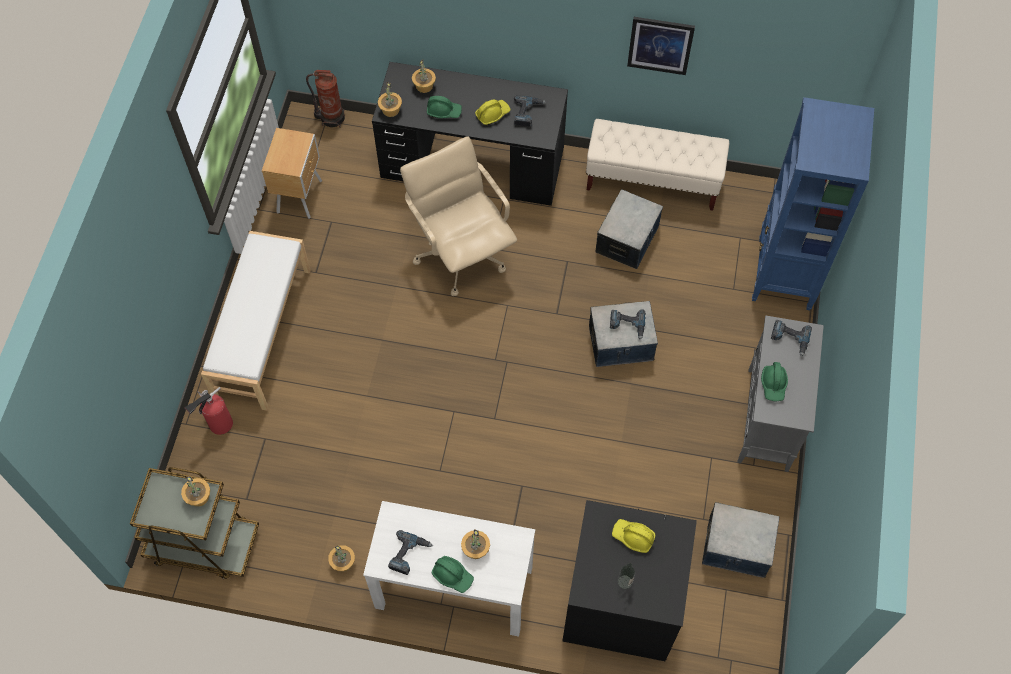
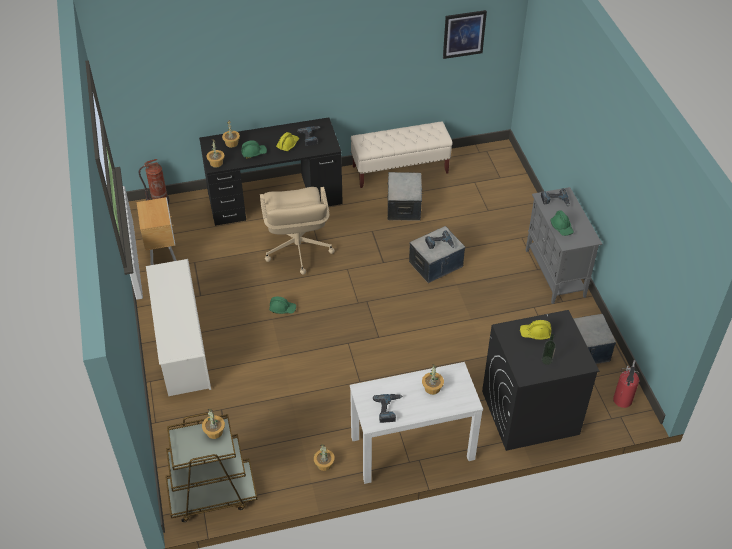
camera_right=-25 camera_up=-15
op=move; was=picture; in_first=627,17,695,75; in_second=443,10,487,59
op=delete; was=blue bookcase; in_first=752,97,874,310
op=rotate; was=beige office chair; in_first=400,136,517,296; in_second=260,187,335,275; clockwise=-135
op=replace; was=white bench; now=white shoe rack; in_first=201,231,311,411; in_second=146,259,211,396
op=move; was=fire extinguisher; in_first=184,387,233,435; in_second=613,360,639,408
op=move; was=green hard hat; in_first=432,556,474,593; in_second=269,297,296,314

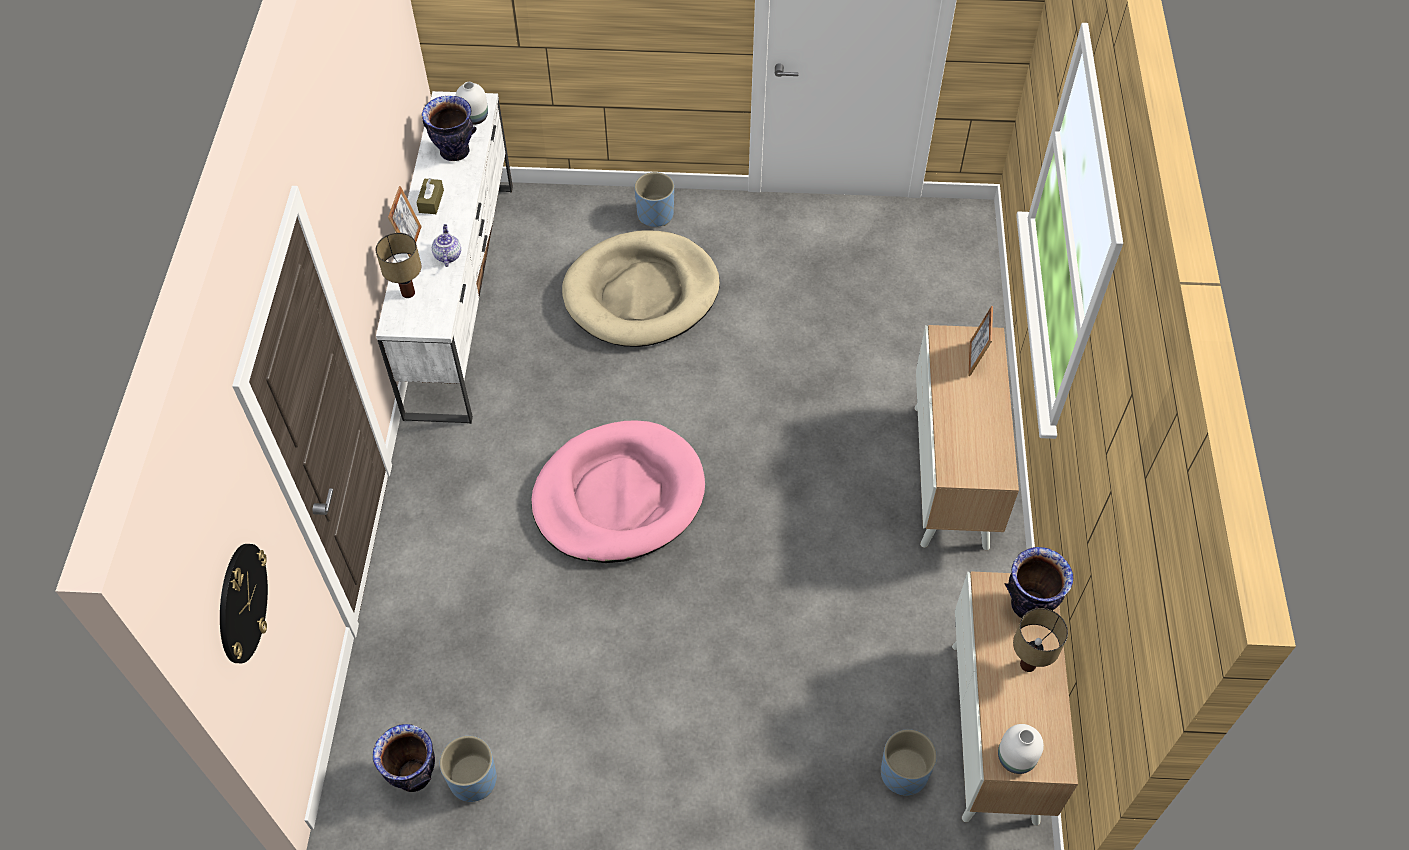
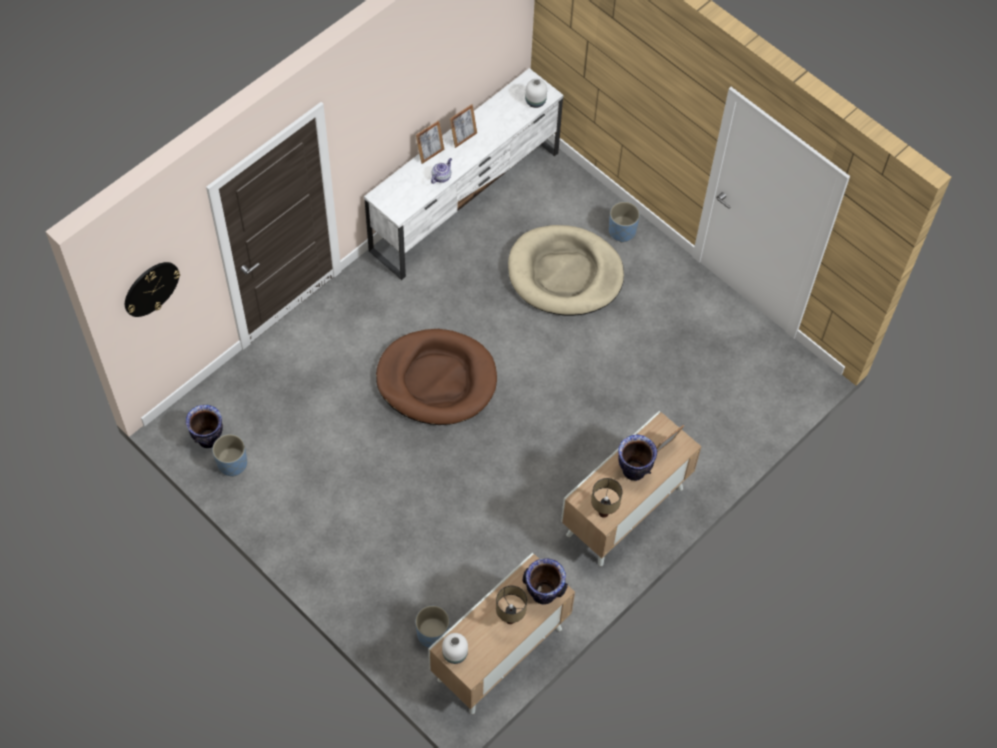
camera_right=40 camera_up=5
op=move; was=vase; in_first=422,96,476,161; in_second=618,435,657,481
op=replace; was=brown tissue box; now=picture frame; in_first=416,178,444,214; in_second=450,104,477,148
op=move; was=table lamp; in_first=376,233,422,298; in_second=591,478,622,518
op=recolor; was=pink dog bed; now=brown dog bed; in_first=531,420,705,563; in_second=376,329,497,425

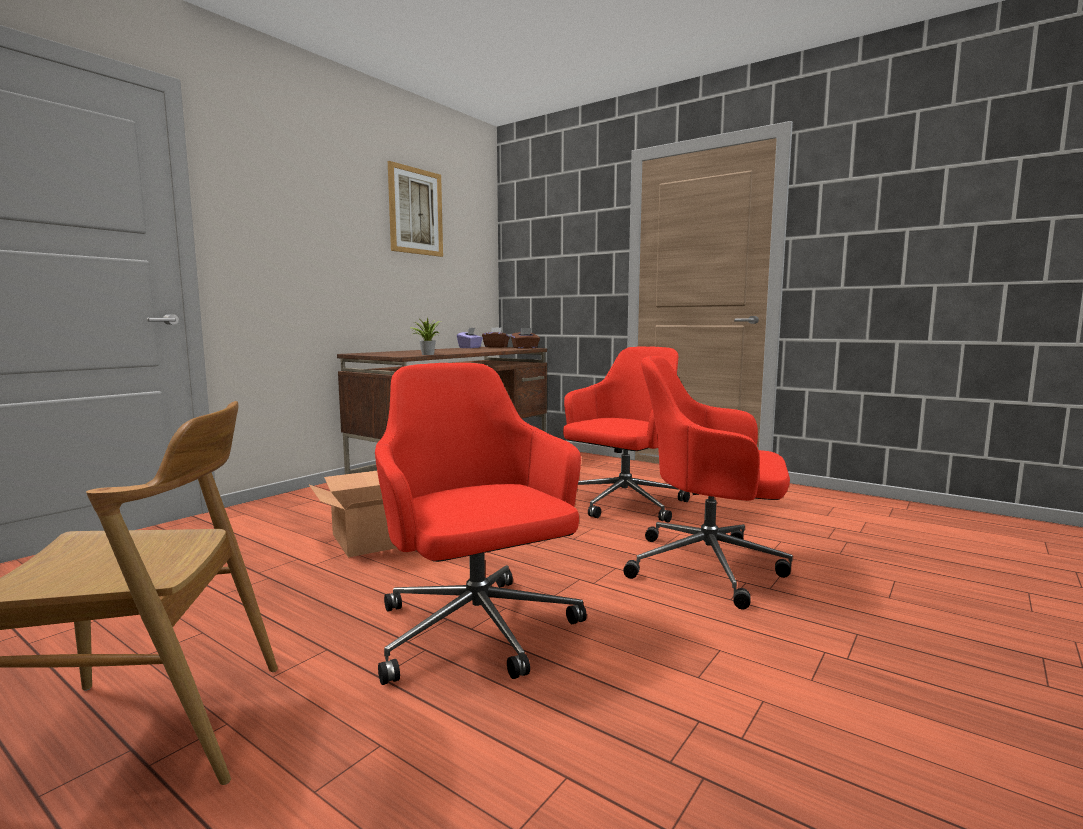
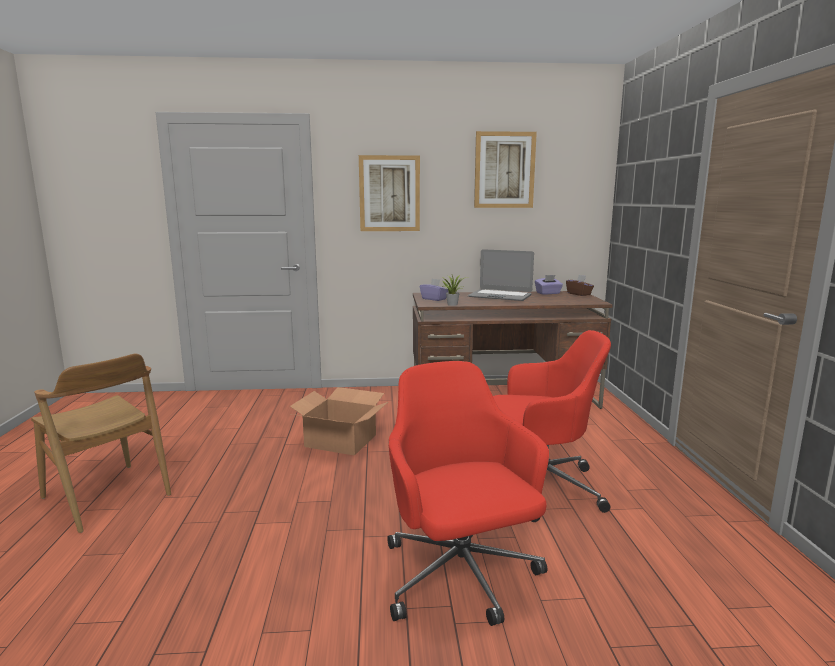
camera_right=50 camera_up=5
op=delete; was=brown tissue box; in_first=511,328,540,349
op=delete; was=red office chair; in_first=375,363,587,685
op=insert; now=picture; in_second=359,155,420,231
op=insert; now=laptop; in_second=468,249,534,301
op=insert; now=purple tissue box; in_second=420,279,448,301

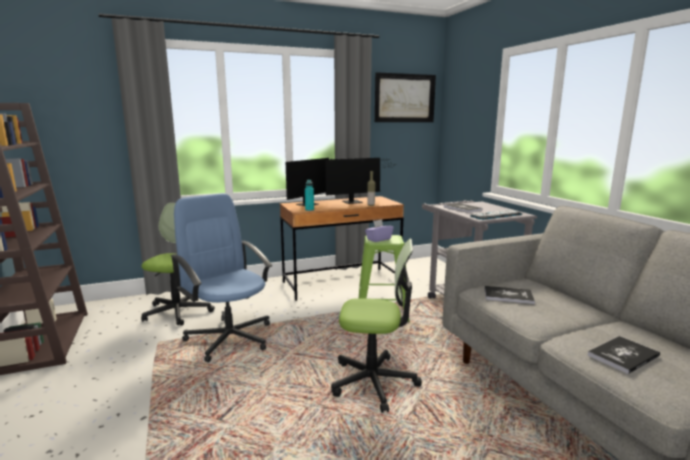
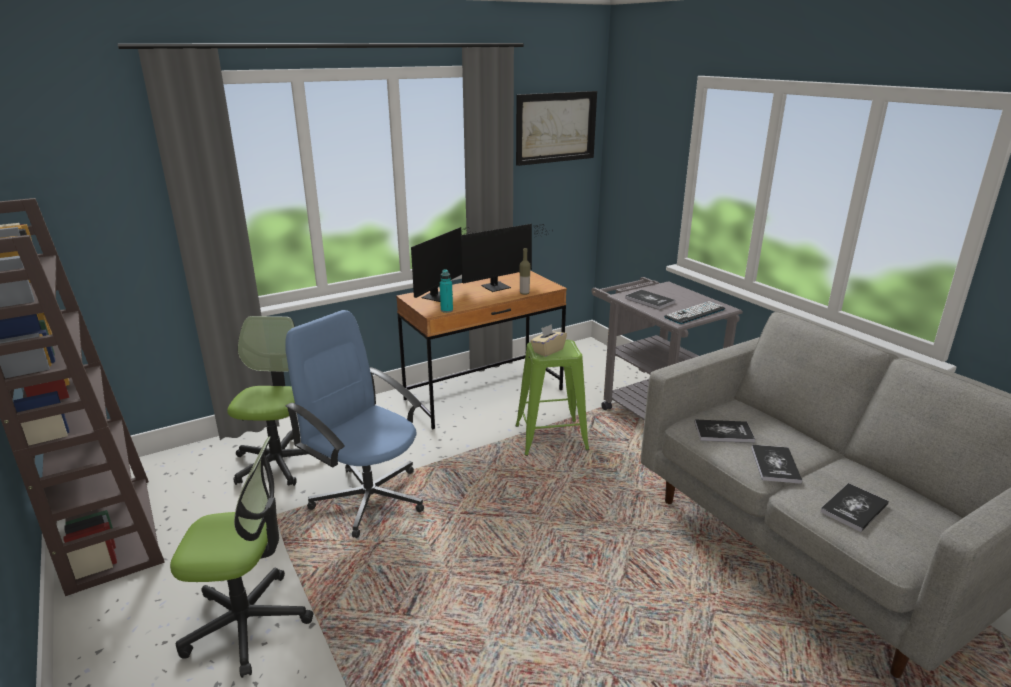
camera_right=-10 camera_up=10
op=recolor; was=purple tissue box; now=beige tissue box; in_first=365,219,394,242; in_second=530,324,567,357
op=move; was=office chair; in_first=331,239,422,413; in_second=170,436,314,678
op=insert; now=book; in_second=751,445,802,484

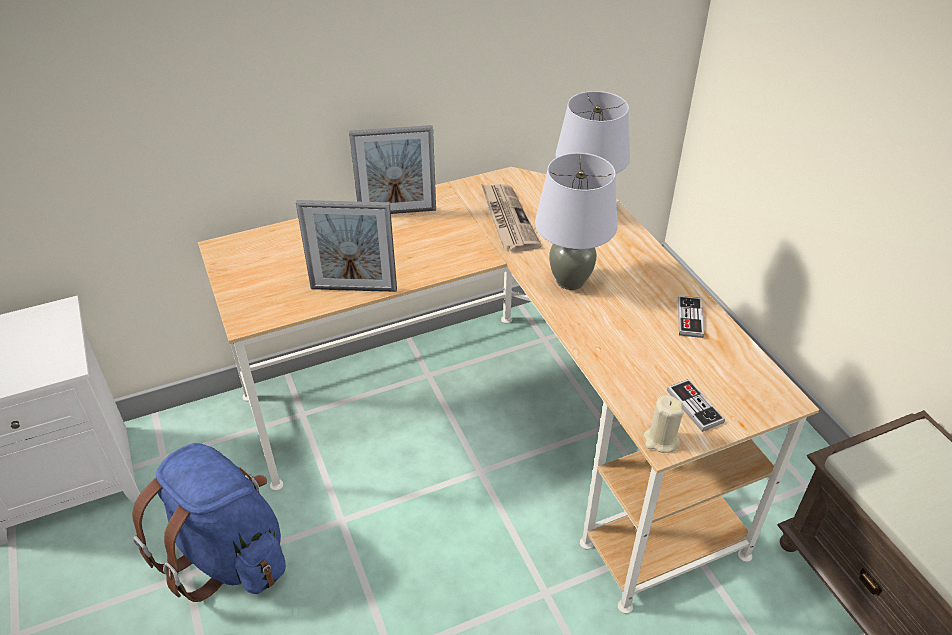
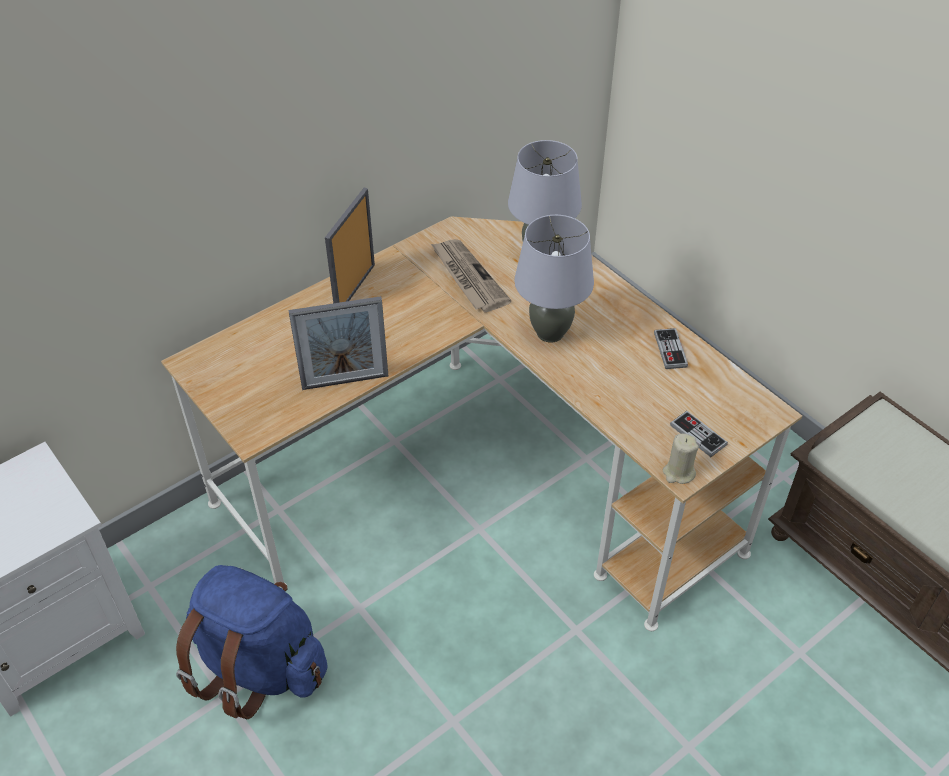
camera_right=-15 camera_up=5
op=rotate; was=picture frame; in_first=349,125,436,214; in_second=325,188,375,303; clockwise=135

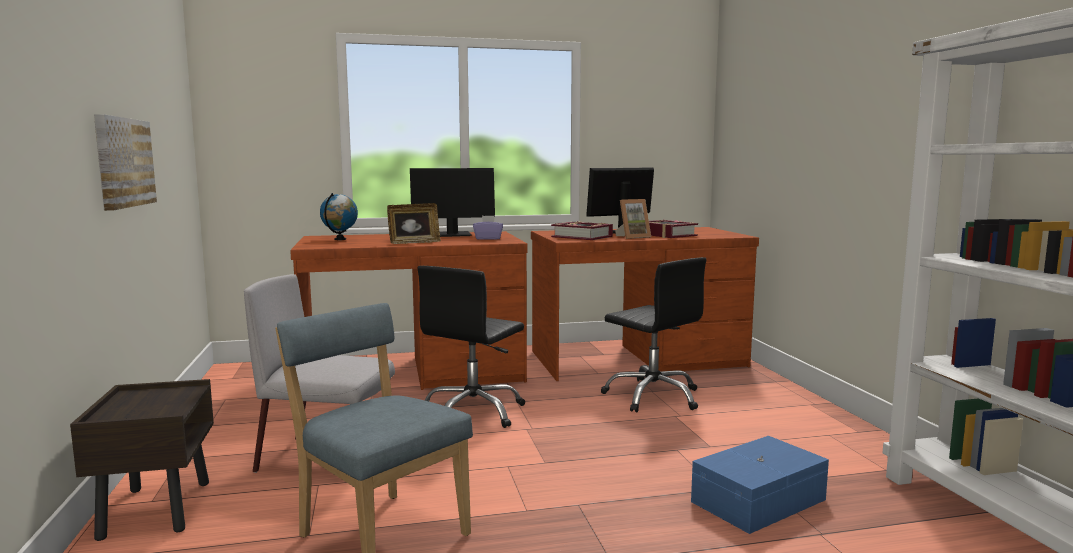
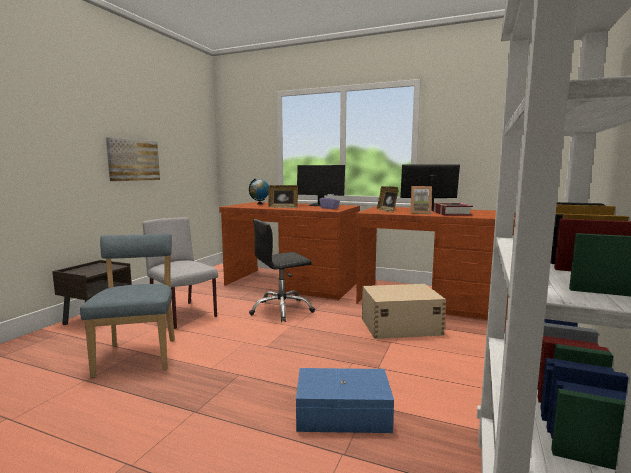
camera_right=35 camera_up=0
op=replace; was=book; now=picture frame; in_first=551,221,613,240; in_second=377,186,399,212
op=replace; was=black office chair; now=beige storage box; in_first=601,257,706,412; in_second=362,284,446,339

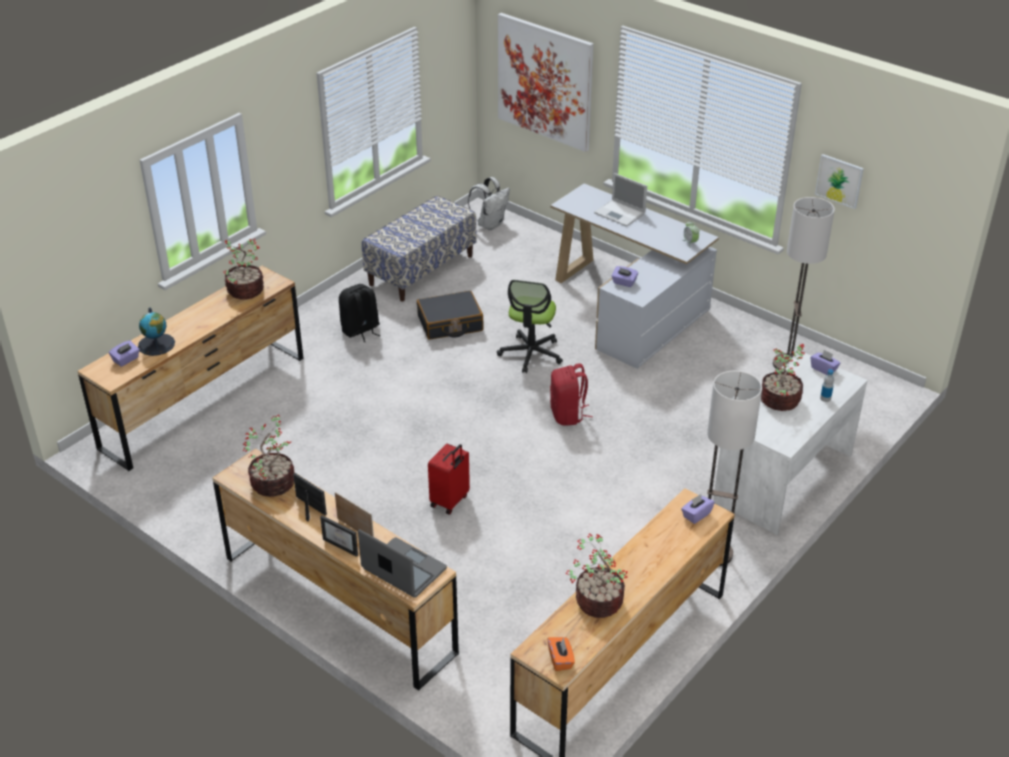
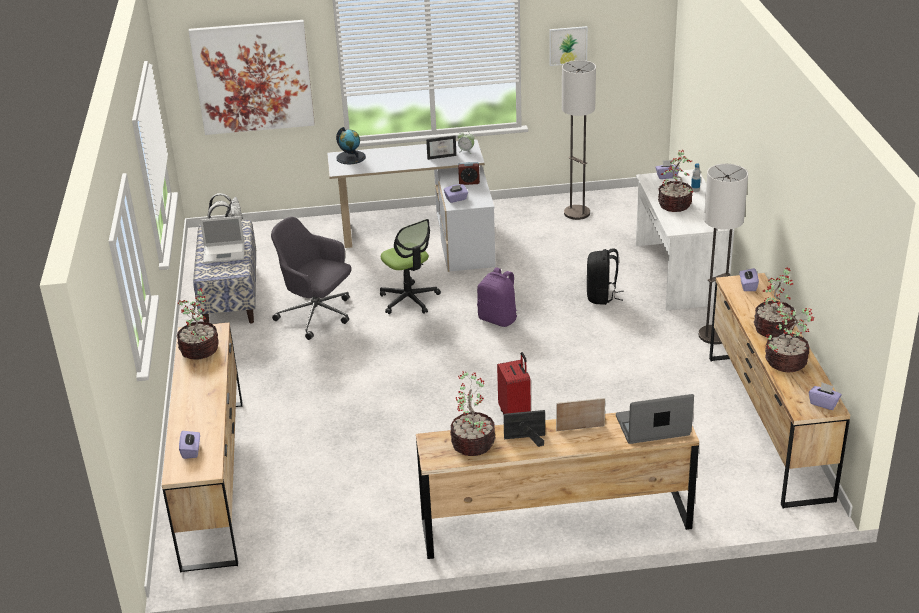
camera_right=-45 camera_up=-5
op=move; was=laptop; in_first=594,173,647,227; in_second=200,216,244,263
op=move; was=black backpack; in_first=339,284,380,342; in_second=587,248,624,305
op=replace; was=black suitcase; now=grey office chair; in_first=417,291,484,340; in_second=271,217,351,340
op=move; was=globe; in_first=138,307,175,356; in_second=336,127,366,165
op=recolor; was=red backpack; now=purple backpack; in_first=550,363,593,426; in_second=477,267,517,327
op=move; was=picture frame; in_first=320,516,358,557; in_second=426,135,457,160
op=recolor; was=orange tissue box; now=purple tissue box; in_first=547,637,575,671; in_second=809,383,842,410
op=insert; now=alarm clock; in_second=458,162,480,185
op=insert; now=potted plant; in_second=754,267,796,338

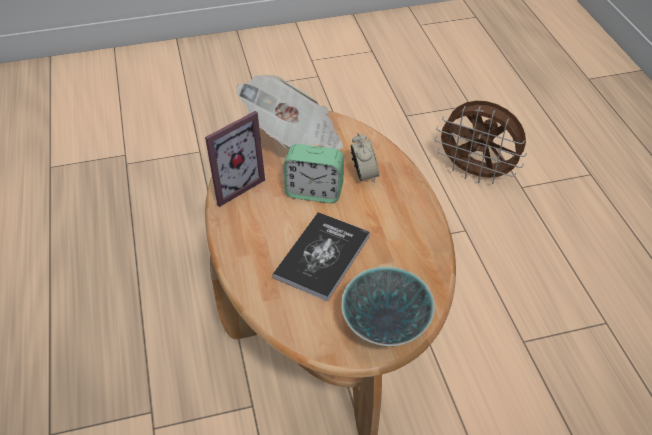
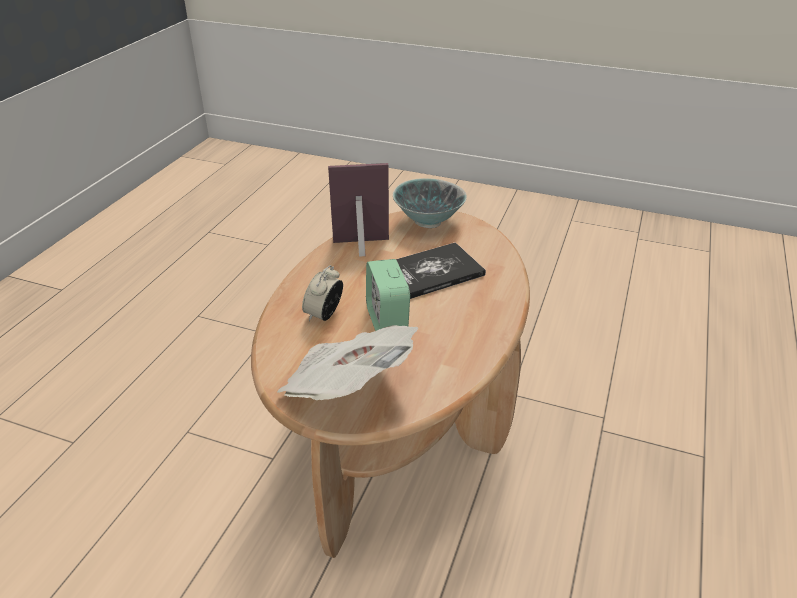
camera_right=-145 camera_up=-10
op=delete; was=brown fan; in_first=434,101,527,184
op=move; was=picture frame; in_first=205,111,265,207; in_second=328,163,389,257
op=rotate; was=alarm clock; in_first=284,144,344,203; in_second=366,259,410,331; clockwise=-150

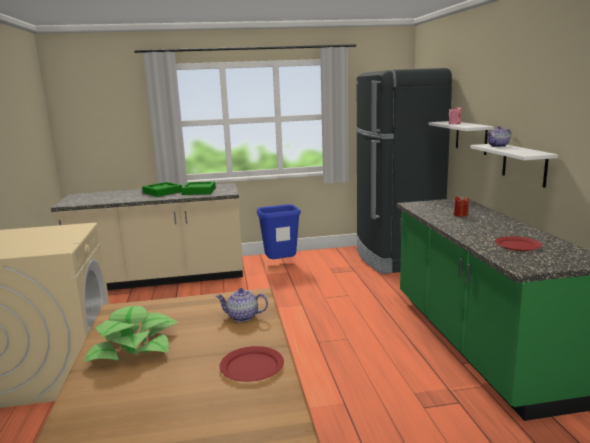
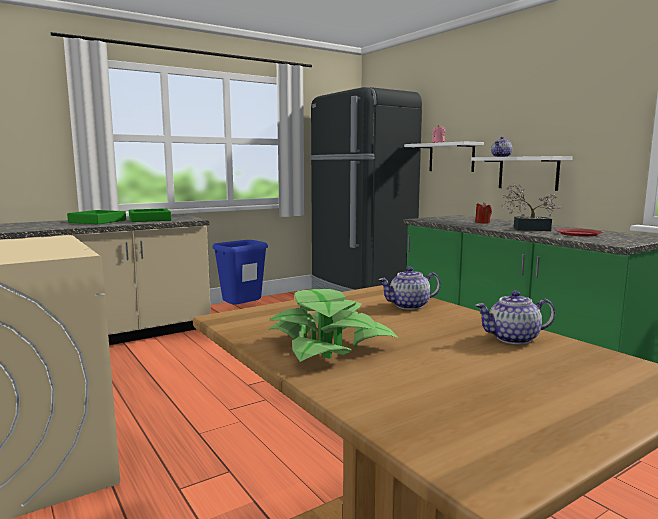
camera_right=-25 camera_up=-5
op=replace; was=red plate; now=teapot; in_first=220,346,284,382; in_second=475,291,555,344
op=insert; now=potted plant; in_second=501,184,561,231

